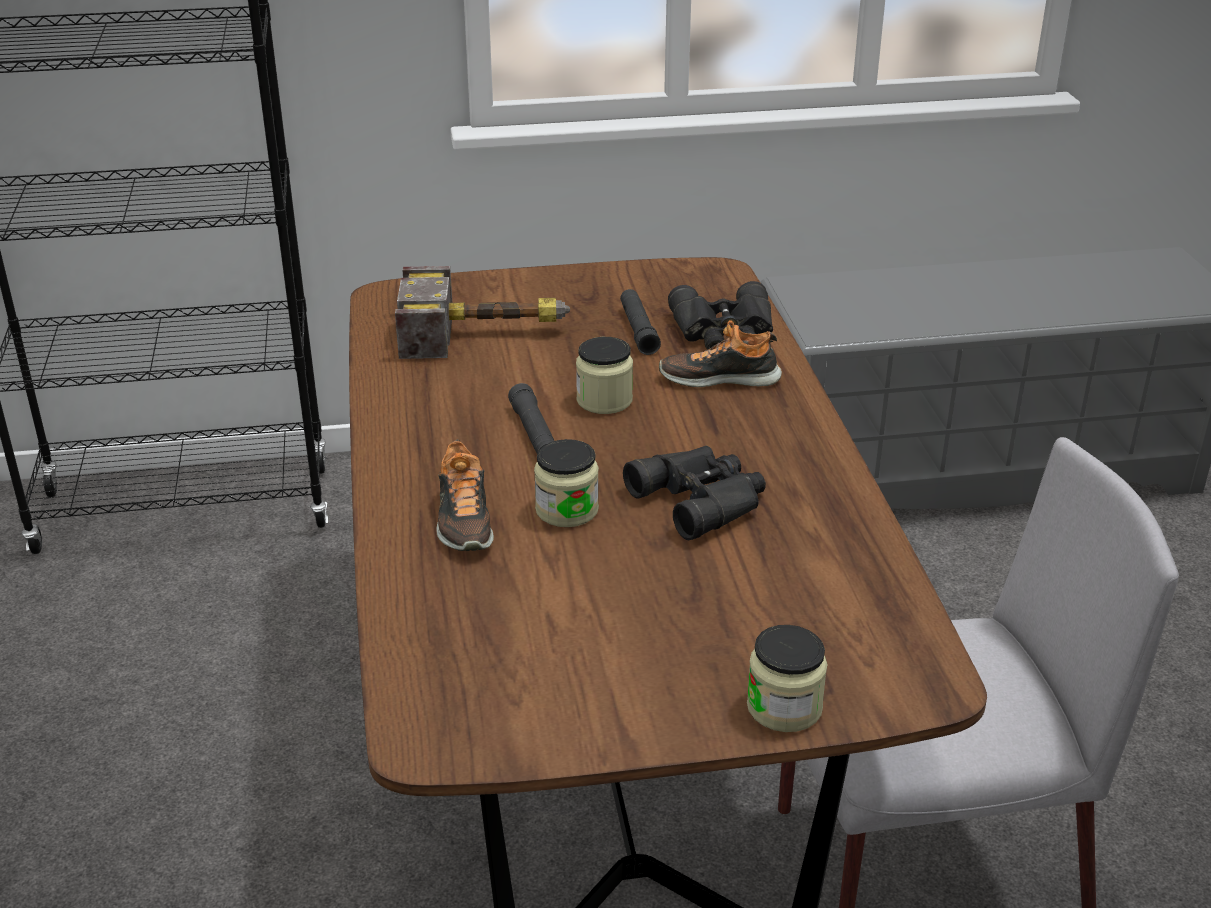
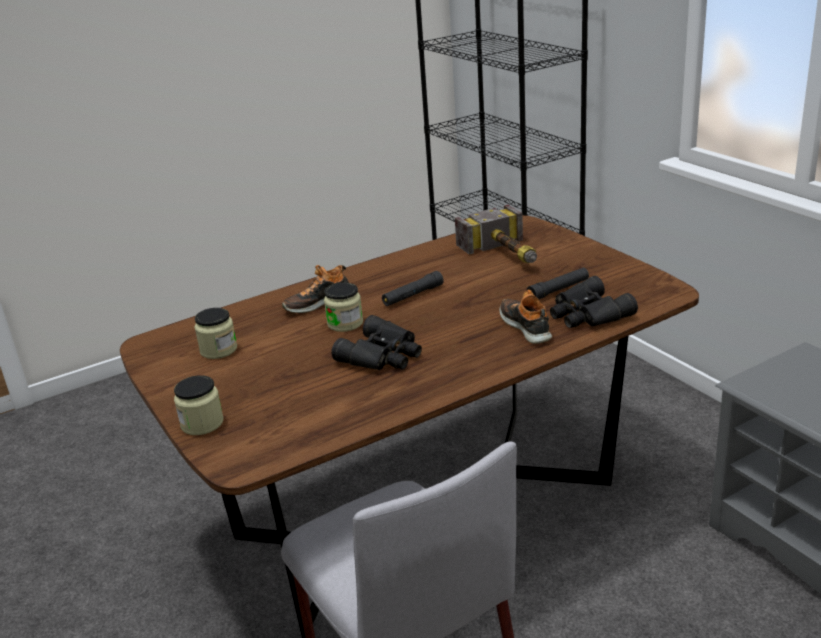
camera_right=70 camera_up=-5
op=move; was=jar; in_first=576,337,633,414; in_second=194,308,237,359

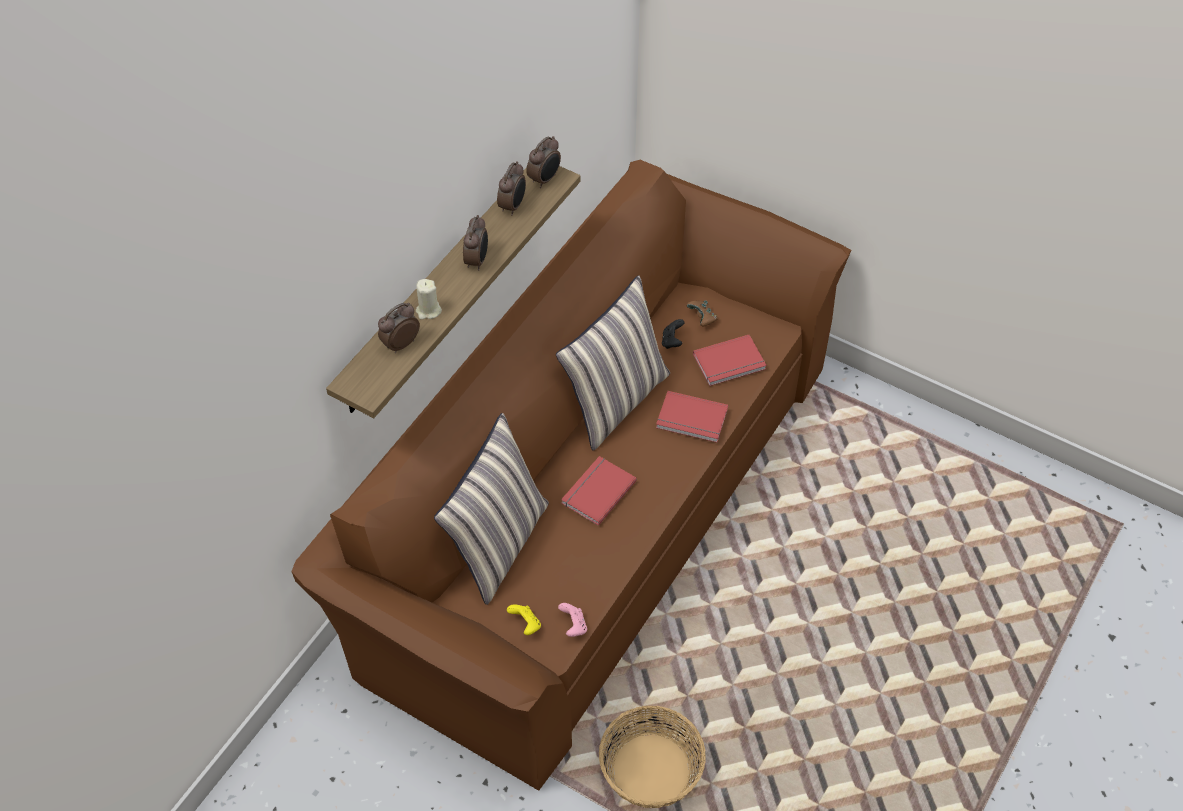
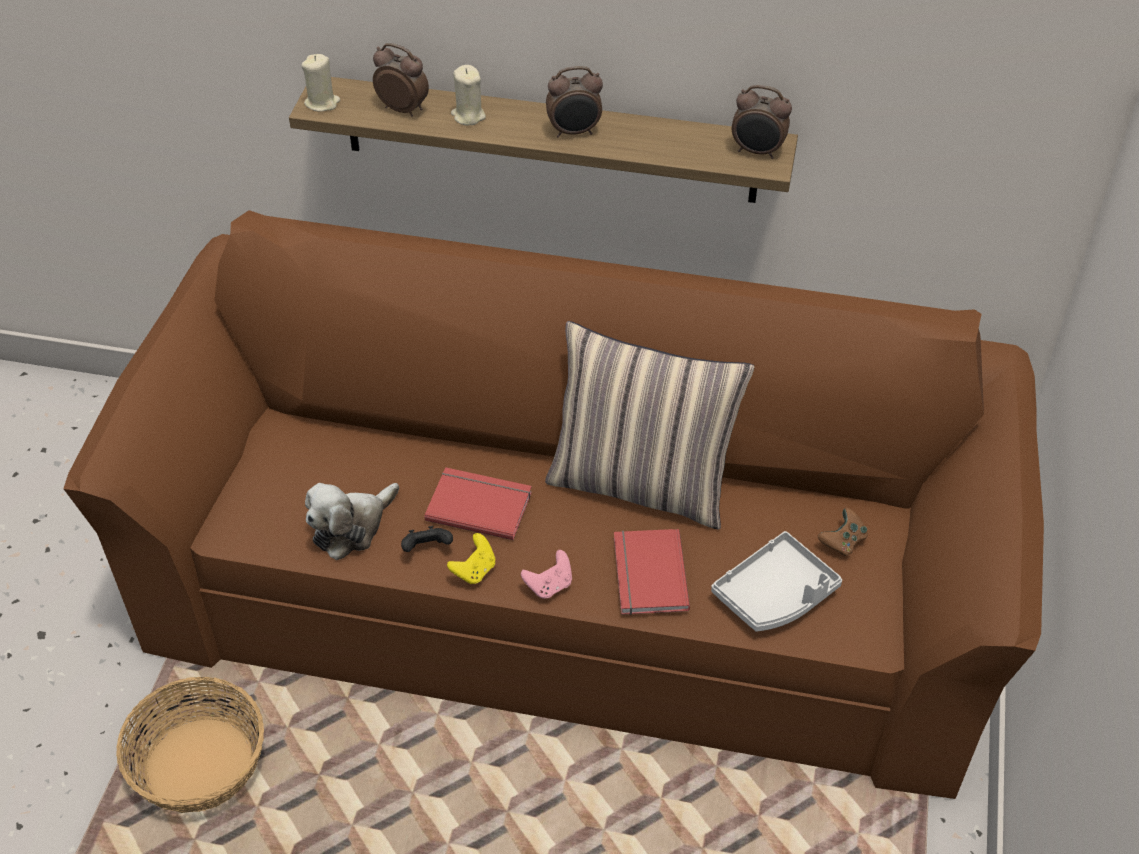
camera_right=70 camera_up=-5
op=delete; was=alarm clock; in_first=497,161,526,215
op=move; was=black game controller; in_first=662,319,684,349; in_second=401,526,453,552
op=replace; was=red book; now=grey tray; in_first=693,335,767,386; in_second=711,531,842,632
op=delete; was=pillow; in_first=434,413,549,605
op=move; was=pink game controller; in_first=558,603,587,637; in_second=521,550,572,599
op=move; was=yellow game controller; in_first=507,604,541,635; in_second=447,533,495,584
op=insert; now=beige candle; in_second=301,54,340,112
op=insert; now=plush toy; in_second=305,483,399,560

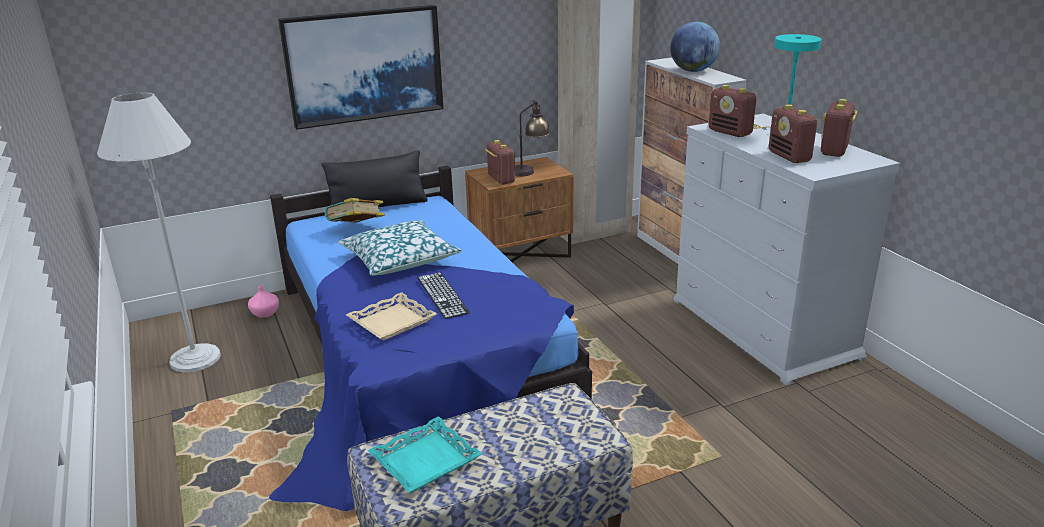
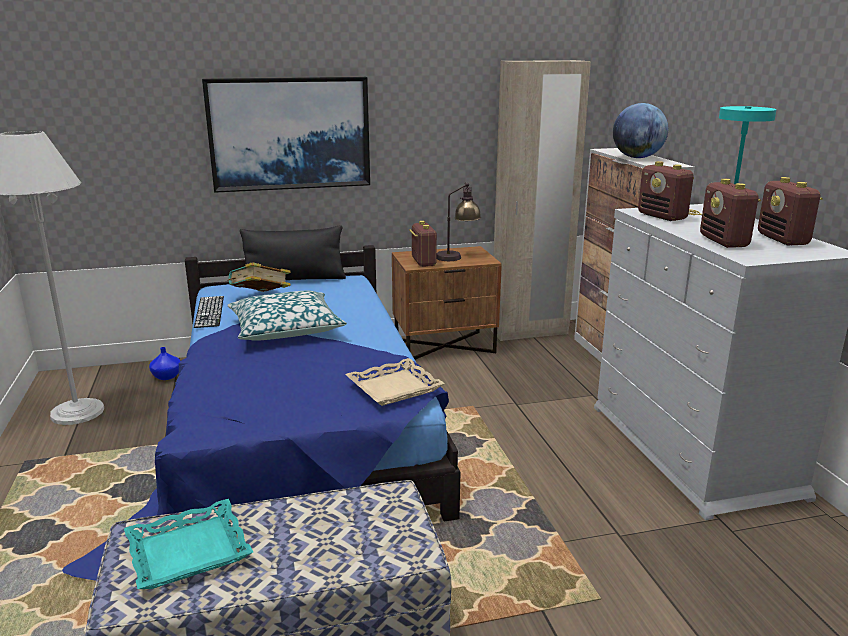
camera_right=10 camera_up=-5
op=rotate; was=radio; in_first=821,99,858,157; in_second=758,177,823,245; clockwise=-45
op=move; was=keyboard; in_first=417,272,470,319; in_second=194,296,224,328
op=recolor; was=pink vase; now=blue vase; in_first=248,285,279,318; in_second=149,347,180,380
op=move; was=beige tray; in_first=346,292,437,341; in_second=345,358,445,406

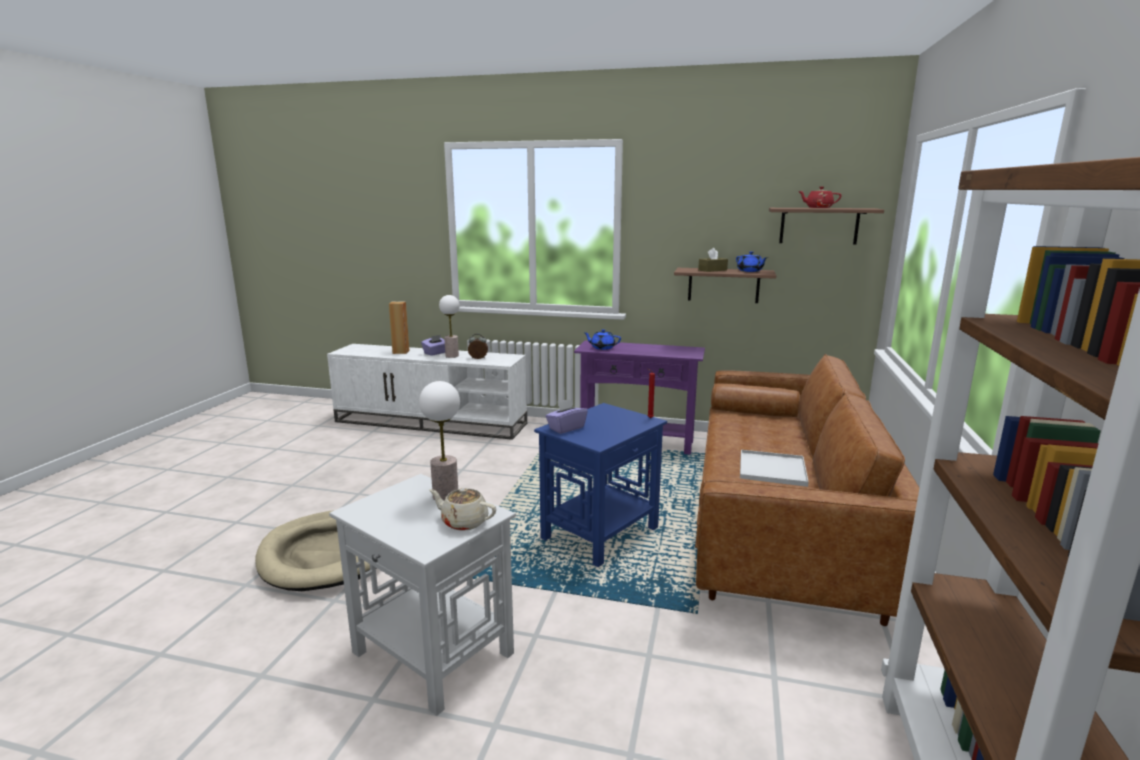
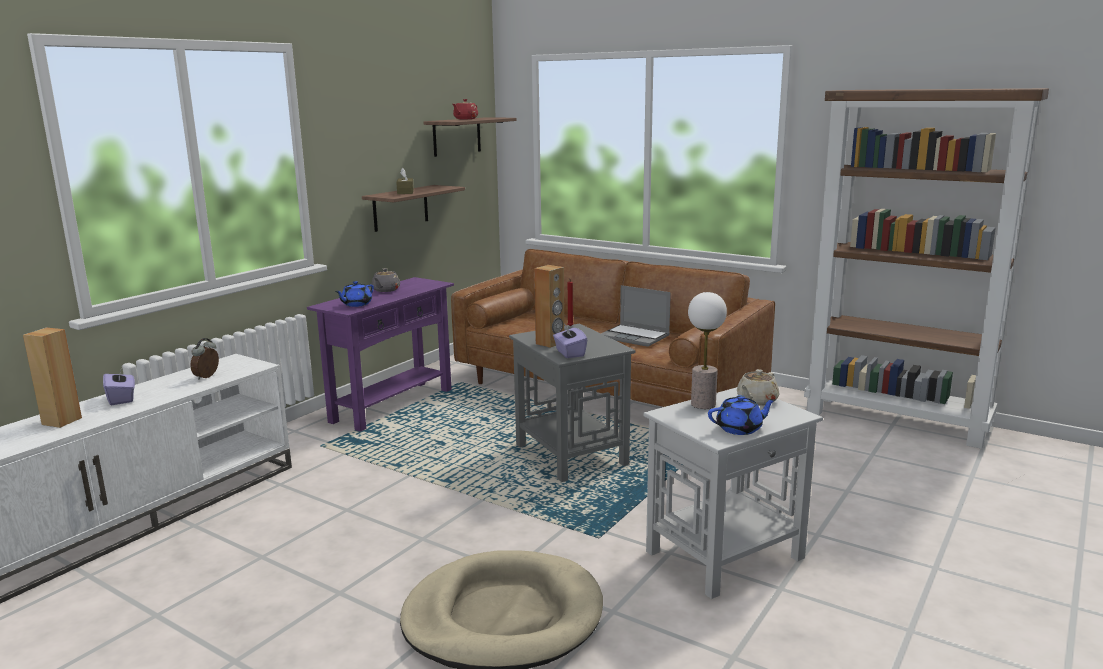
camera_right=-70 camera_up=0
op=move; was=blue teapot; in_first=736,251,768,272; in_second=708,395,776,435
op=delete; was=table lamp; in_first=439,295,460,358
op=recolor; was=blue side table; now=grey side table; in_first=534,403,667,567; in_second=509,323,636,482
op=replace; was=white tray; now=laptop; in_first=740,450,809,487; in_second=601,285,671,347
op=insert; now=brown speaker; in_second=534,265,564,348
op=insert; now=grey teapot; in_second=372,268,400,292

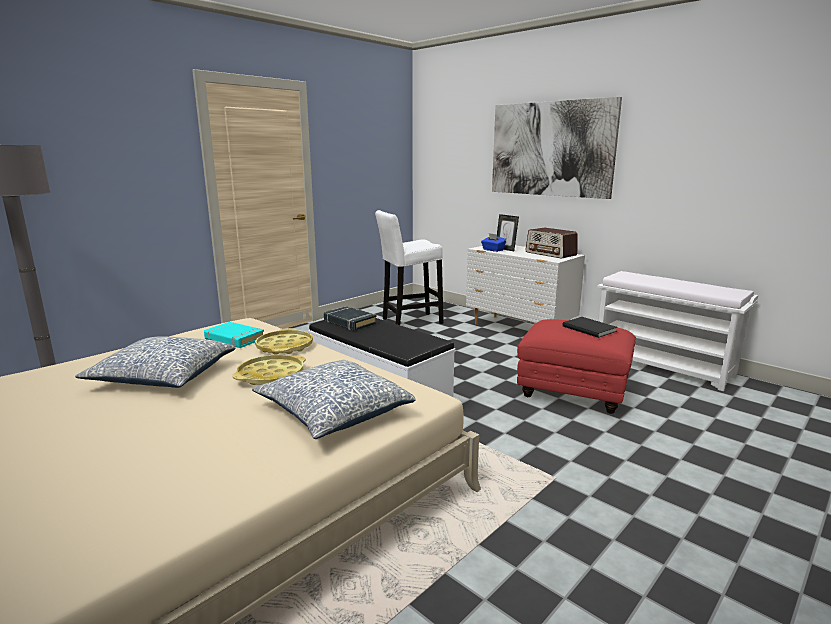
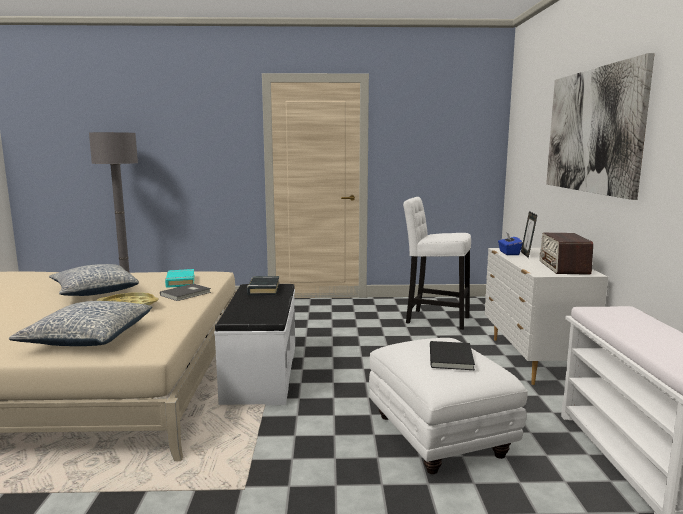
camera_right=45 camera_up=-5
op=recolor; was=red ottoman; now=white ottoman; in_first=517,319,636,414; in_second=369,338,528,474
op=replace; was=yellow tray; now=grey book; in_first=255,328,313,355; in_second=160,284,211,301

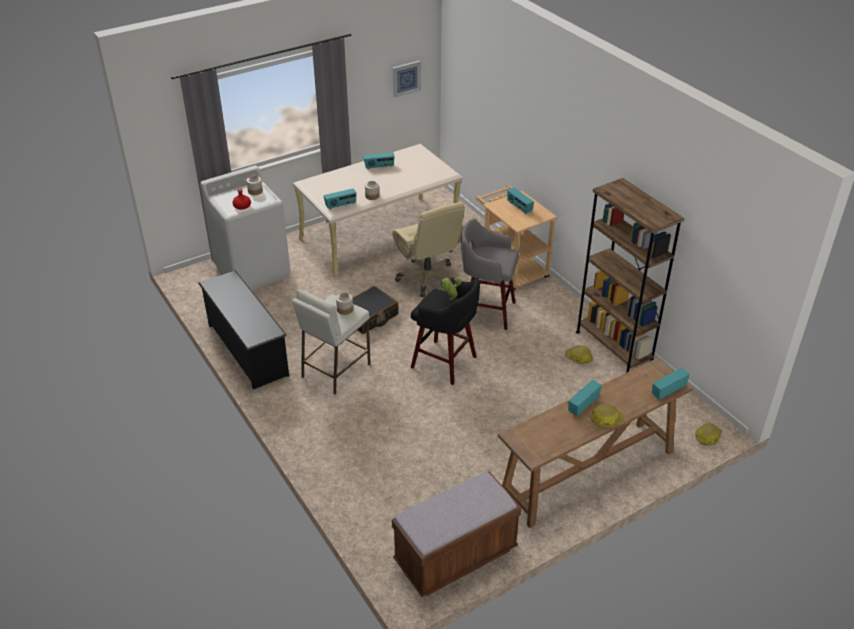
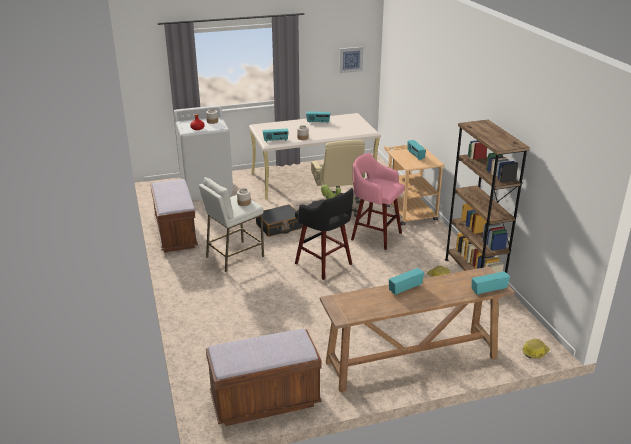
camera_right=15 camera_up=-10
op=recolor; was=grey stool; now=pink stool; in_first=461,218,519,330; in_second=351,153,405,250
op=replace; was=black shoe rack; now=brown bench; in_first=198,270,289,389; in_second=150,179,198,252
op=delete; was=hard hat; in_first=591,404,625,428

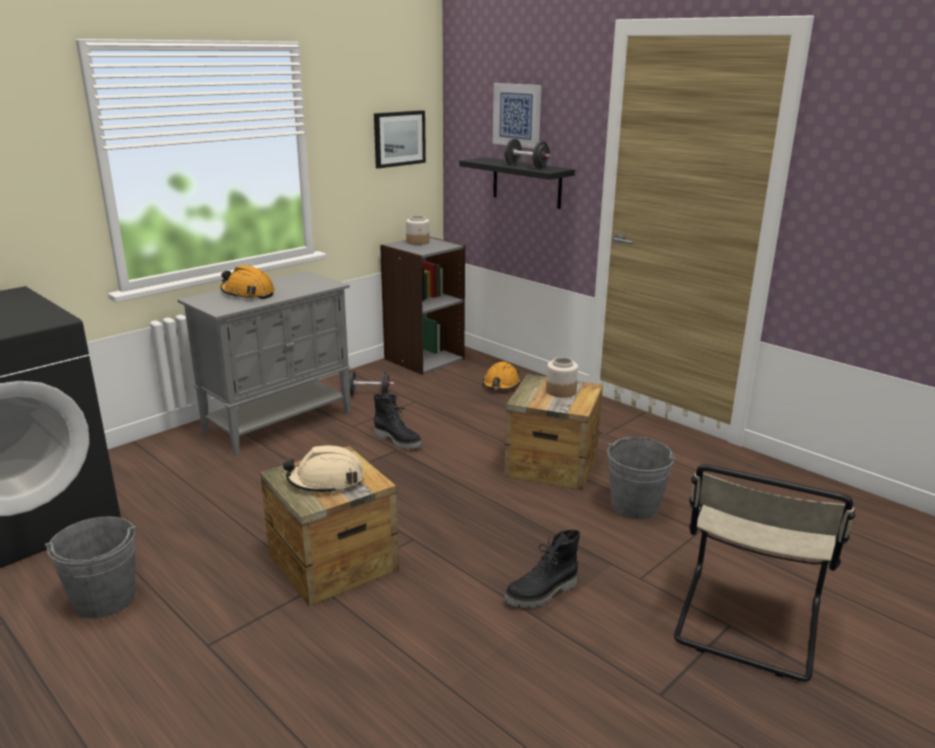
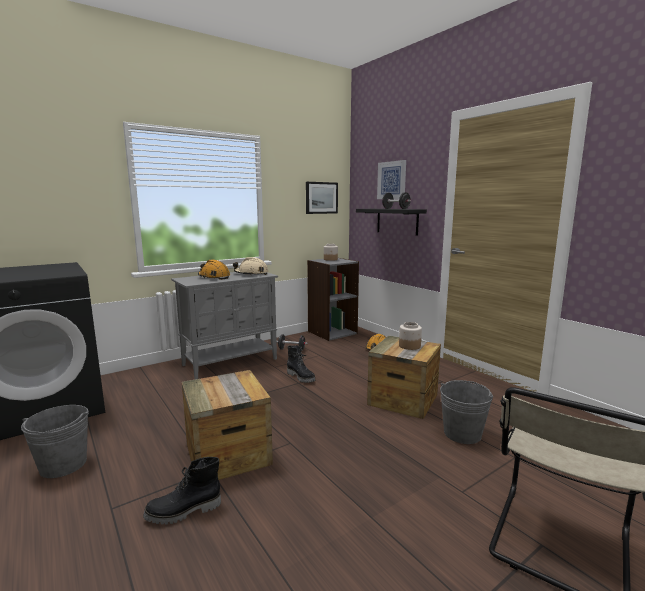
camera_right=10 camera_up=-10
op=move; was=beige hard hat; in_first=283,445,364,494; in_second=233,257,268,275
op=move; was=black boot; in_first=504,530,580,608; in_second=143,457,221,525

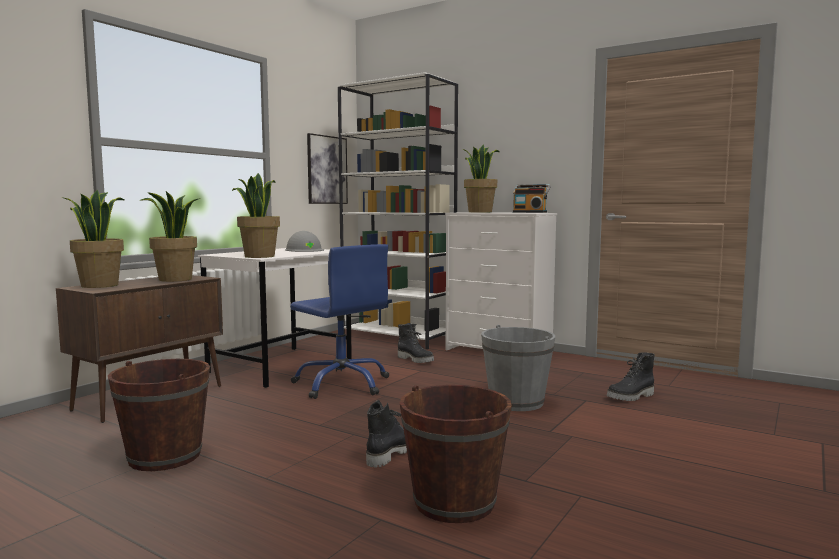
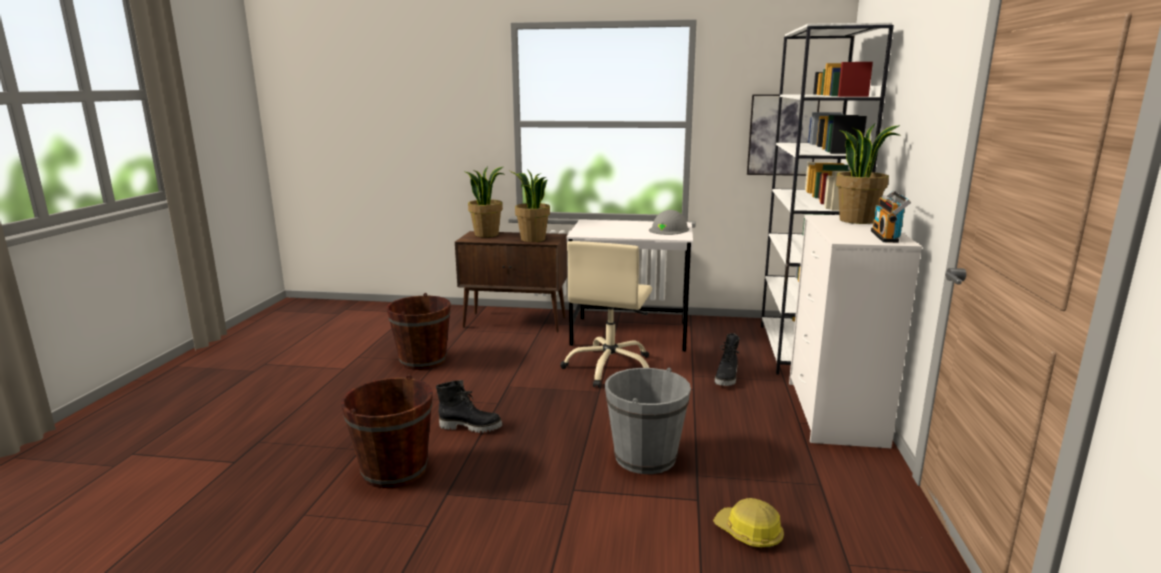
camera_right=65 camera_up=10
op=delete; was=potted plant; in_first=232,173,280,258
op=recolor; was=blue office chair; now=beige office chair; in_first=290,244,389,399; in_second=560,241,652,388
op=replace; was=black boot; now=hard hat; in_first=607,352,655,401; in_second=713,498,784,548

